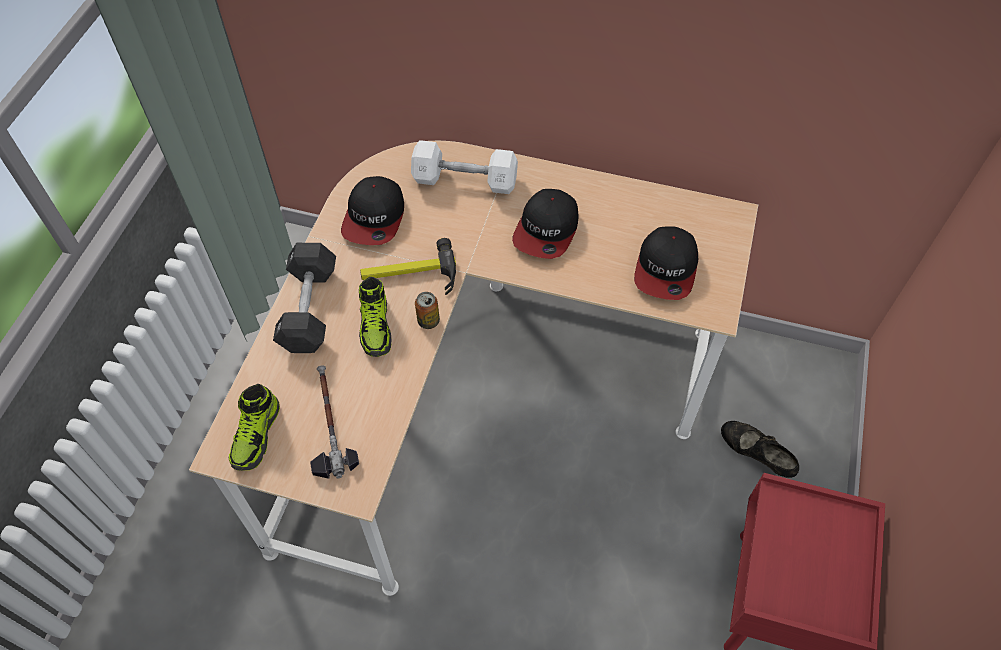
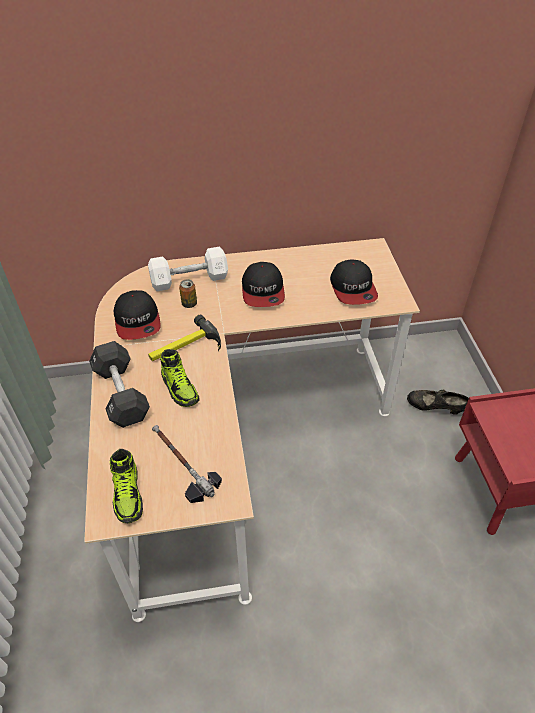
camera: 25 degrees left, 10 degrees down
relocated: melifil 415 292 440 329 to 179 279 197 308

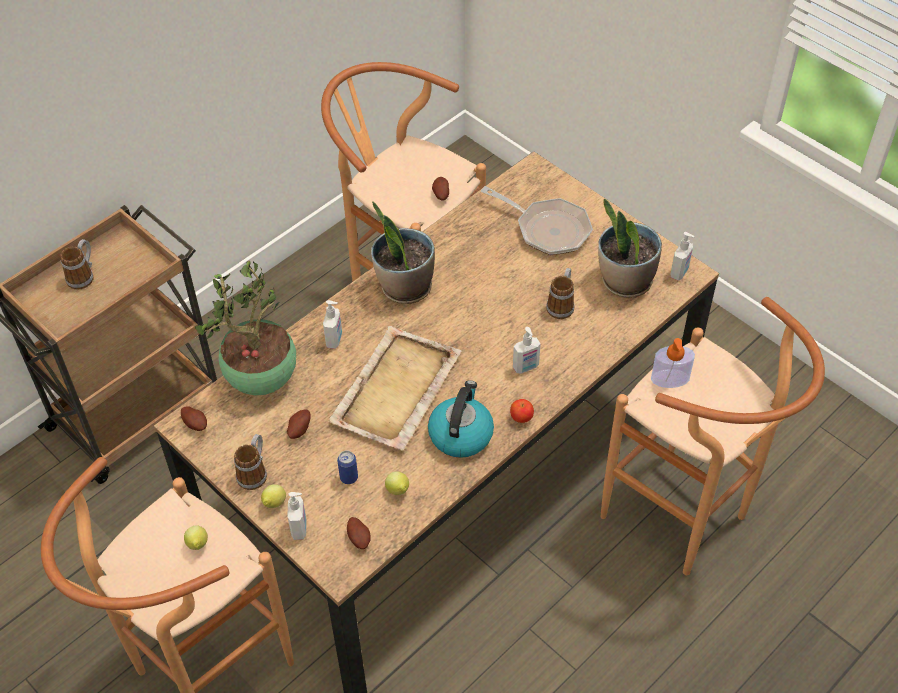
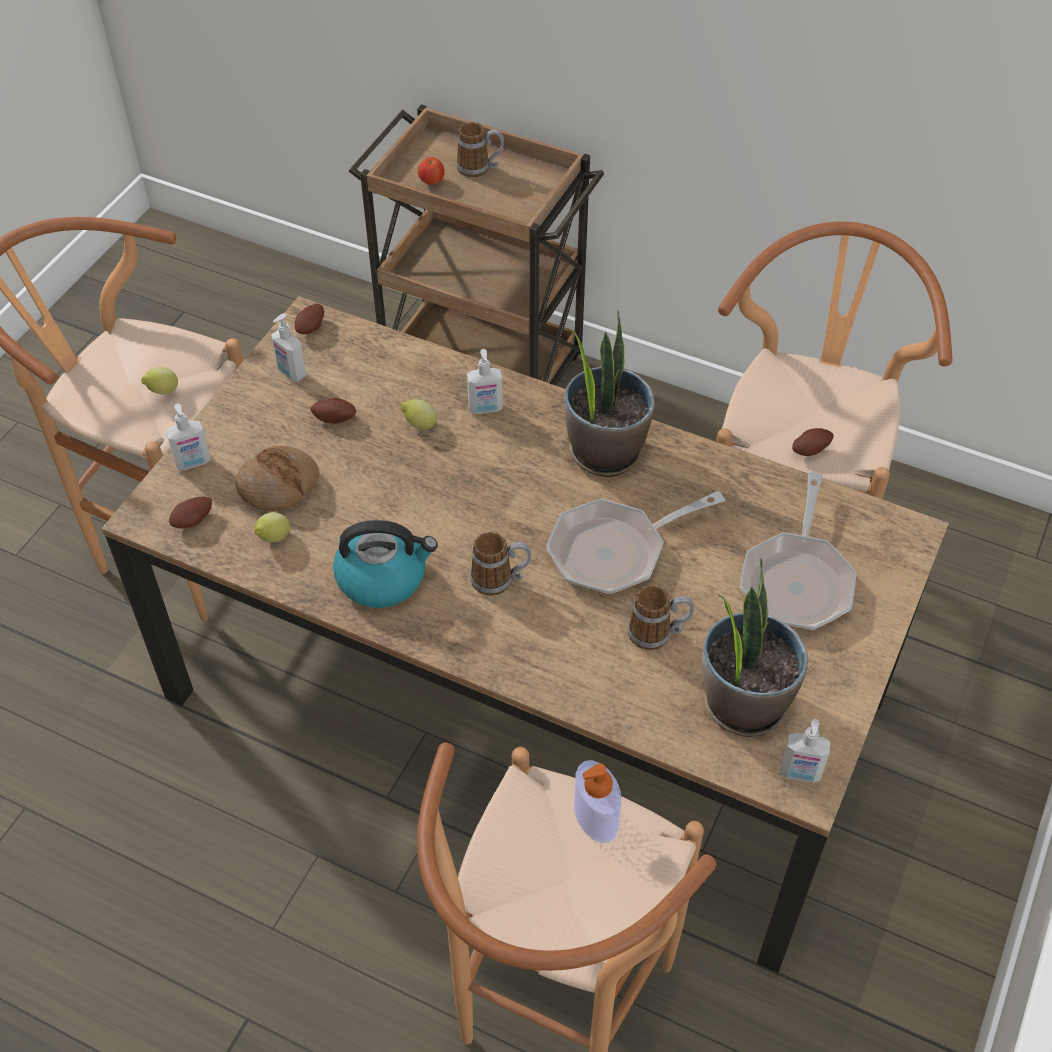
camera: 70 degrees right, 0 degrees up
missing: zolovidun 195 261 296 395; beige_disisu 328 326 461 450
appeared: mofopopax 546 491 725 594
relocated: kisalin 513 327 541 373 to 271 313 306 382; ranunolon 261 484 286 508 to 400 399 437 430; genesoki 510 399 534 423 to 418 157 445 185; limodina 234 434 267 490 to 470 532 531 596
exchanged: melifil 337 450 358 484 to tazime 235 446 319 511

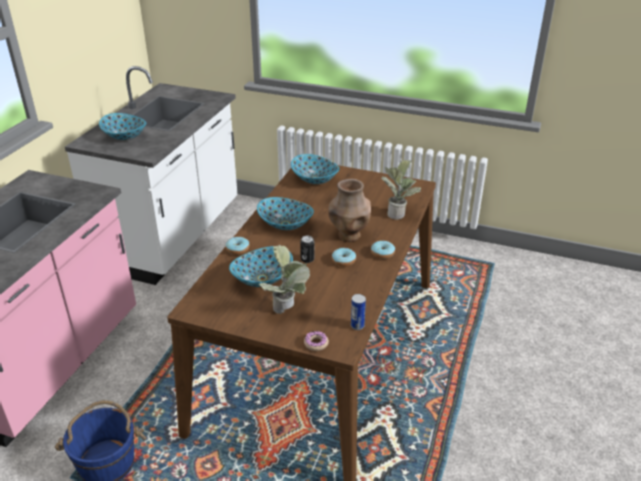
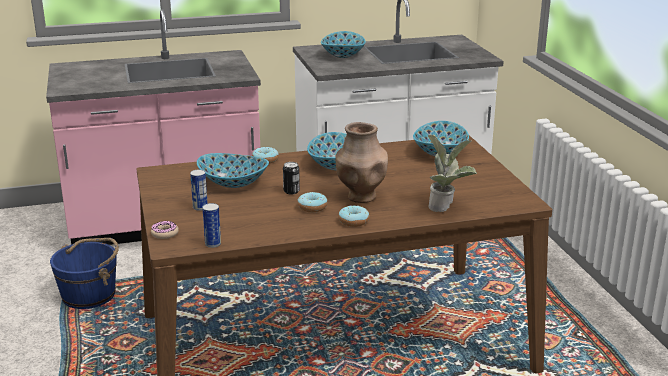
camera: 55 degrees right, 10 degrees down
exchanged: zolovidun 259 245 310 314 to melifil 190 170 208 211

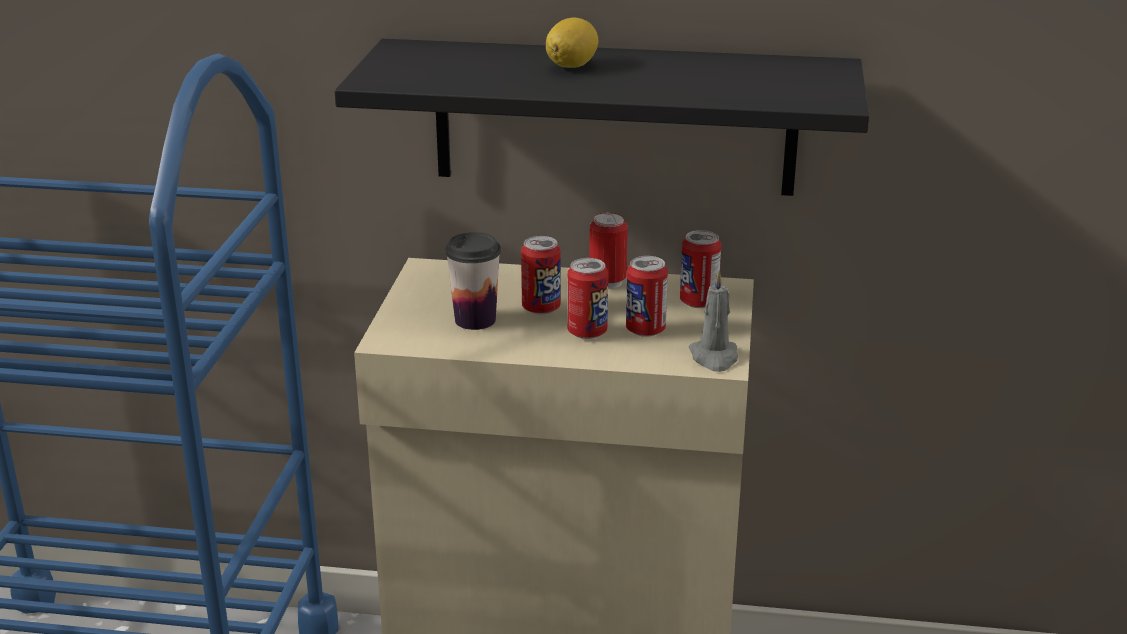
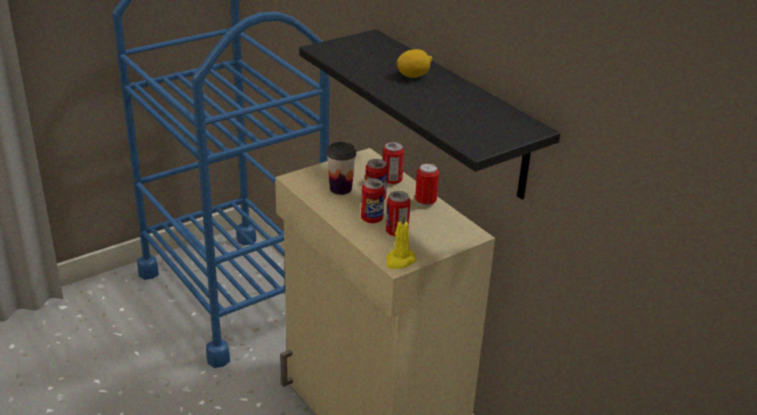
camera: 45 degrees right, 5 degrees up
relocated: melifil 680 230 721 308 to 383 142 404 184
colour: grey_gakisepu 689 270 738 372 to yellow_gakisepu 386 213 417 269

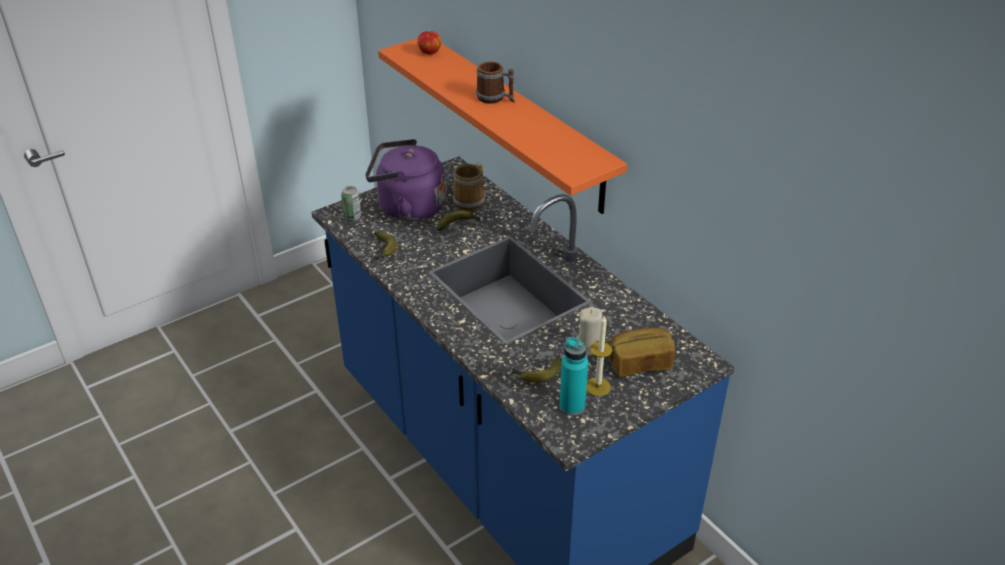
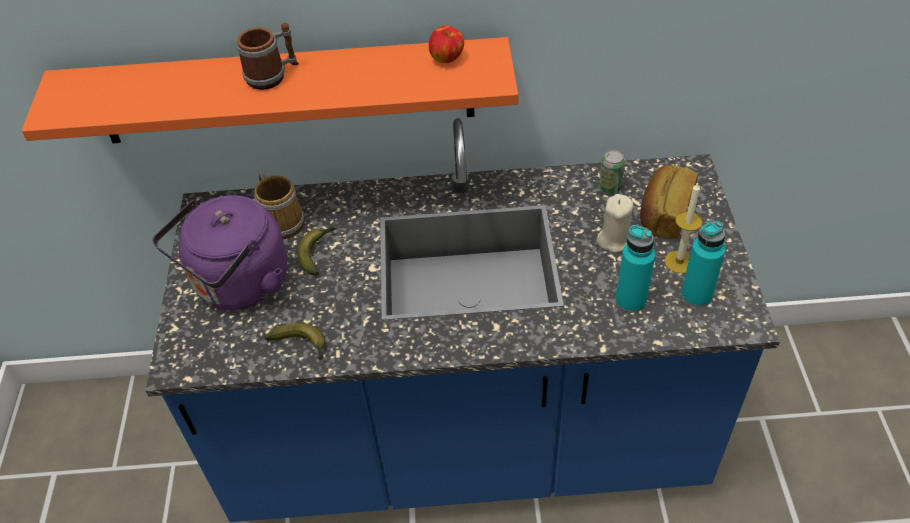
camera: 55 degrees left, 10 degrees up
relocated: genesoki 417 31 441 55 to 429 26 464 63; melifil 341 186 361 221 to 599 150 625 195
exchanged: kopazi 511 355 562 383 to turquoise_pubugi 615 225 656 313

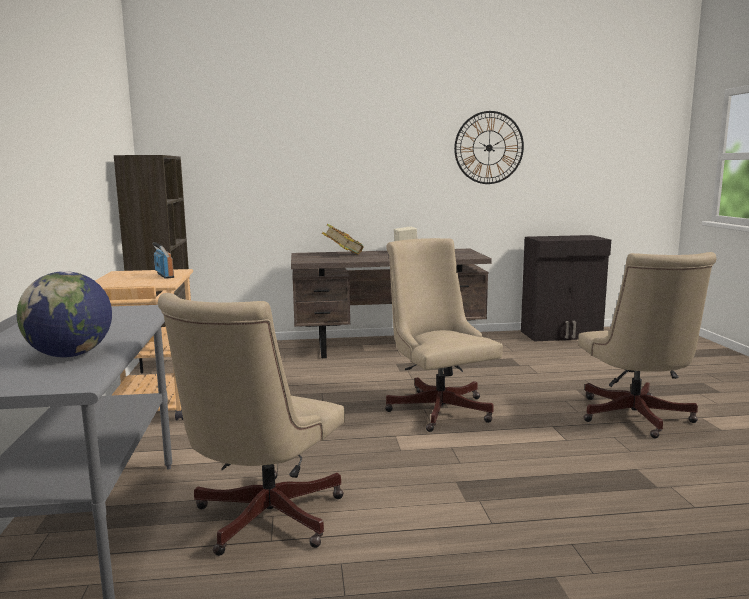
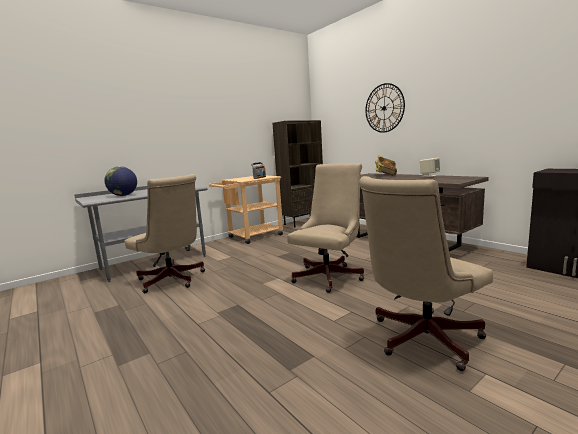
camera: 60 degrees right, 0 degrees up
relocated: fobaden 454 111 524 184 to 365 83 405 133
spun: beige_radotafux 158 293 345 556 = 125 174 205 293 135 degrees counterclockwise

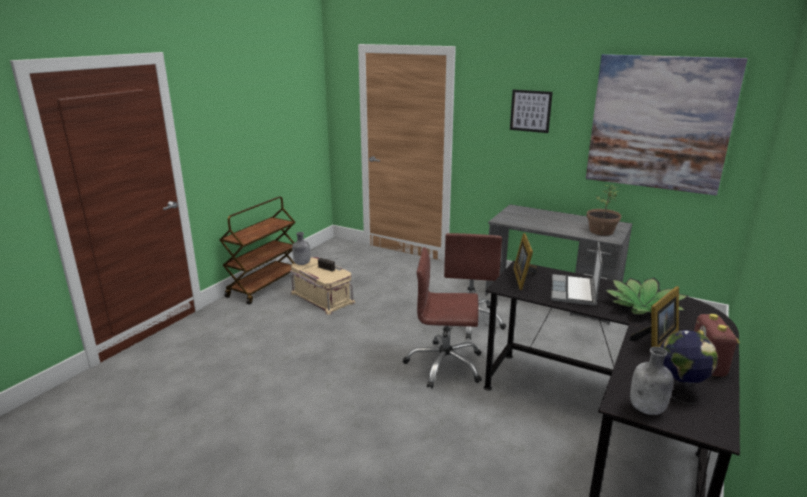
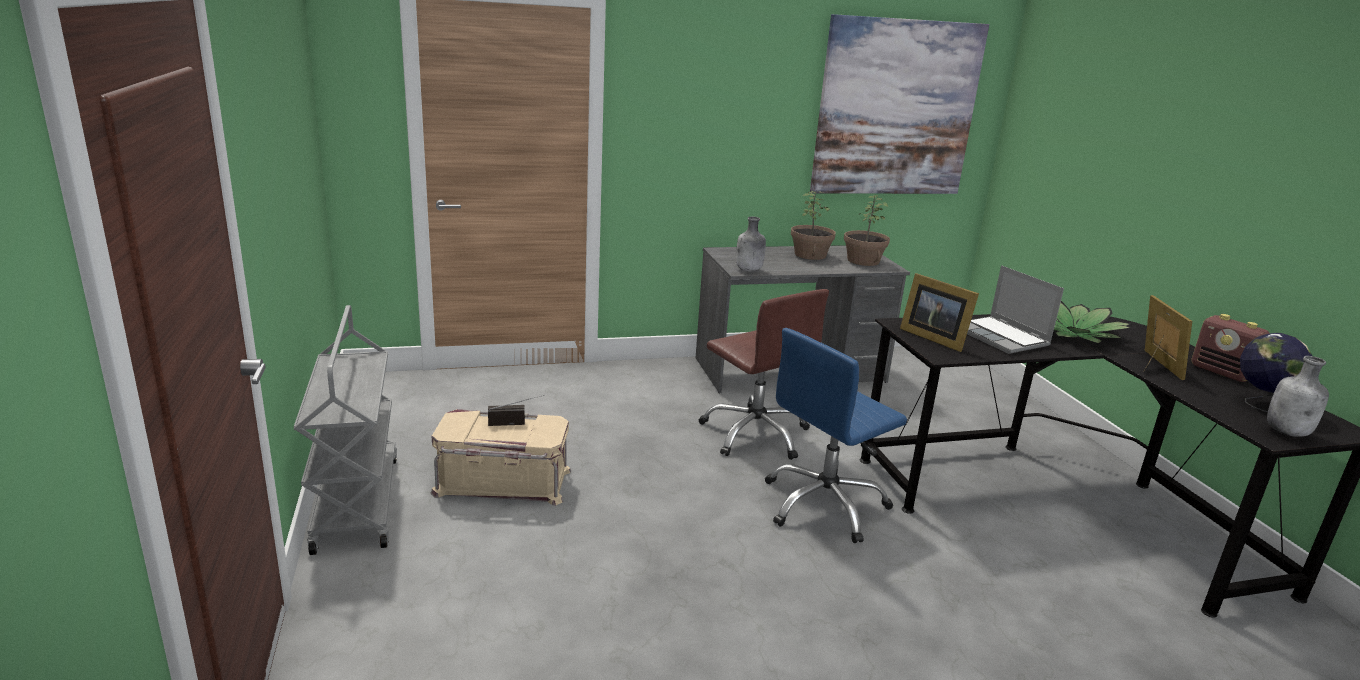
camera: 45 degrees left, 0 degrees up
missing: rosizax 510 90 553 133
appeared: zolovidun 791 190 836 260
relocated: grey_pubugi 292 232 311 265 to 736 217 766 271
colour: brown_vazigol 219 196 296 305 to grey_vazigol 294 305 397 555; brown_radotafux 403 247 482 389 to blue_radotafux 765 328 907 543

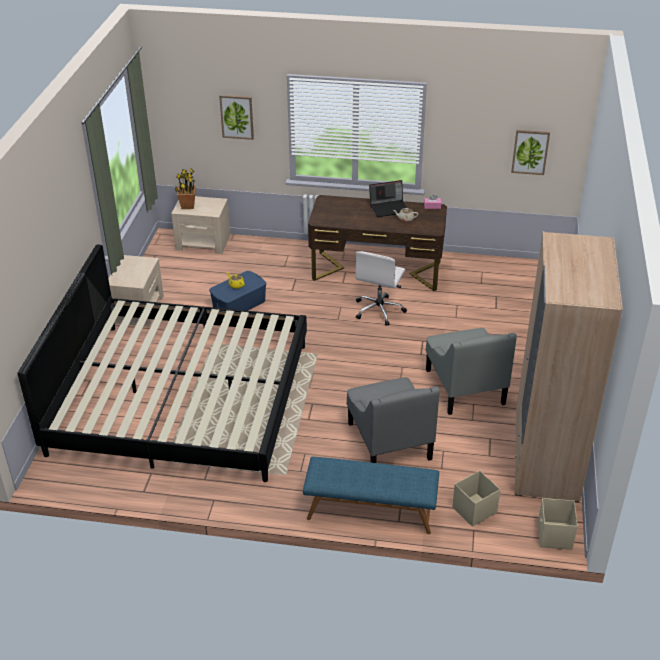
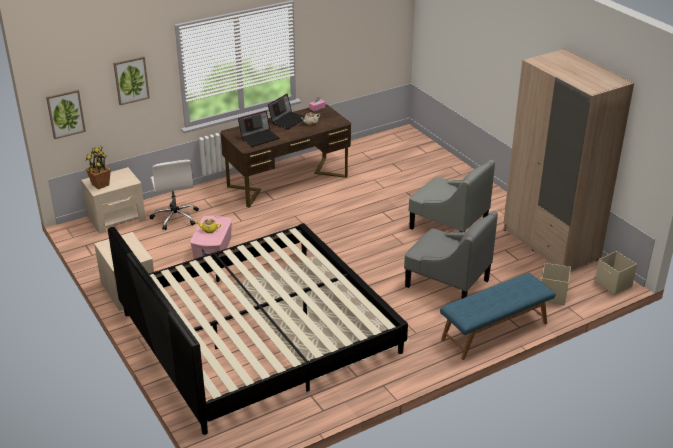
camera: 40 degrees left, 5 degrees down
appeared: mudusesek 238 111 279 147
relocated: rosizax 511 130 550 175 to 46 89 86 139; white_radotafux 356 251 407 326 to 150 160 199 230
colour: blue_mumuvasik 209 271 266 311 to pink_mumuvasik 190 216 232 259

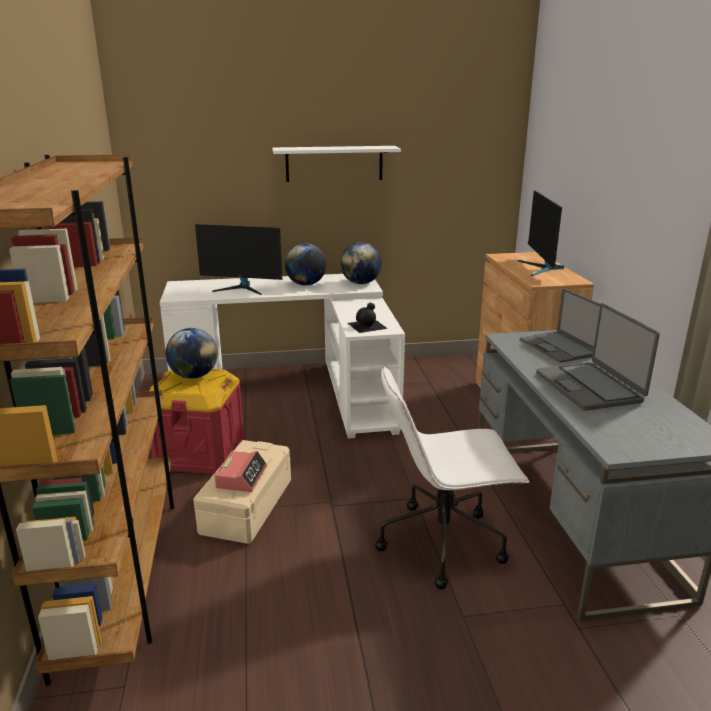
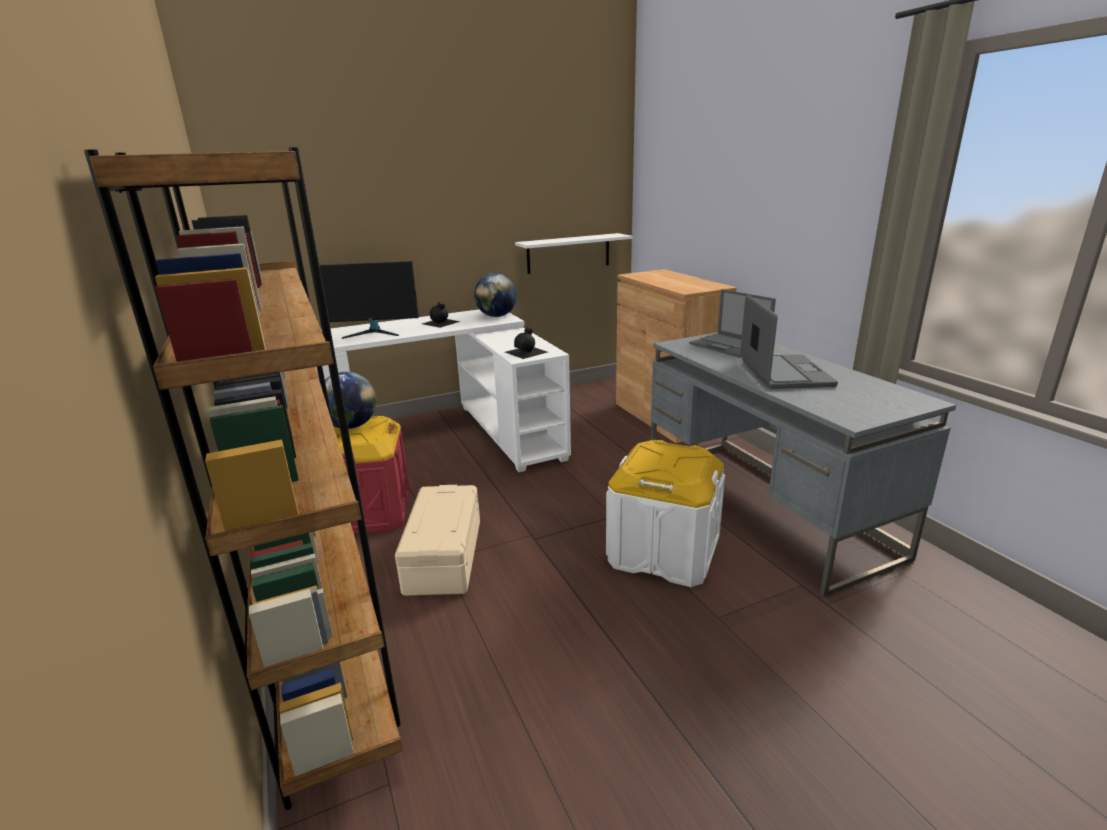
camera: 15 degrees left, 0 degrees up
missing: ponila 215 451 267 492; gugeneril 518 190 564 276
relocated: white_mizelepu 272 146 401 182 to 515 233 632 274
exchanged: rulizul 285 243 326 286 to black_pubugi 422 301 461 328; white_radotafux 375 366 530 589 to white_mumuvasik 606 440 725 587
spun: mudusesek 536 303 660 411 = 740 295 838 389 150 degrees counterclockwise

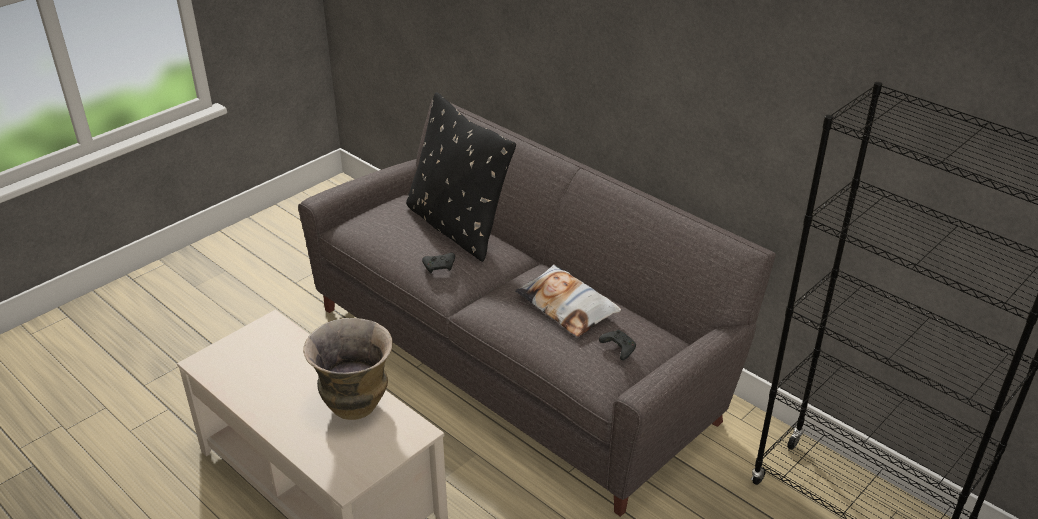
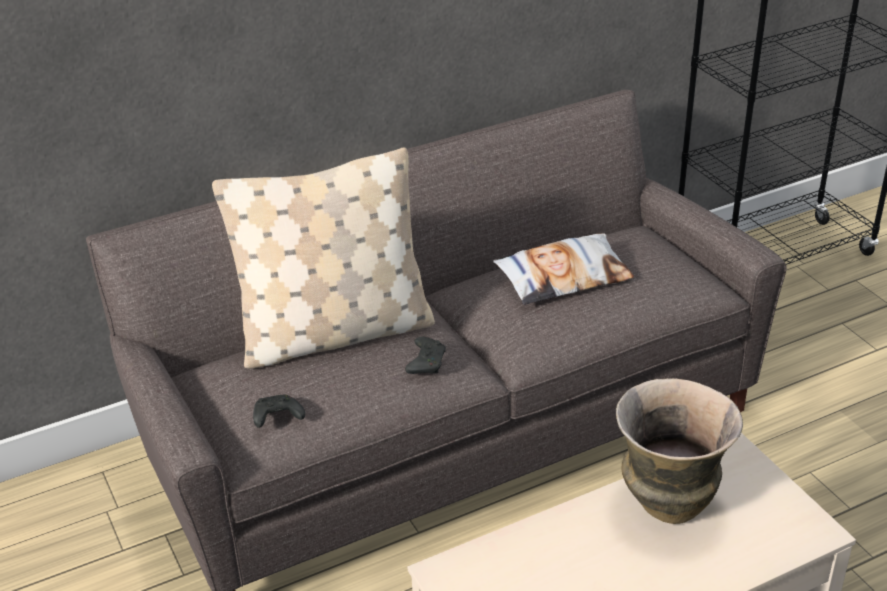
camera: 70 degrees left, 0 degrees up
relocated: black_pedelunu 599 330 636 360 to 253 395 305 428
colour: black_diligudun 406 92 516 262 to beige_diligudun 212 147 435 369

